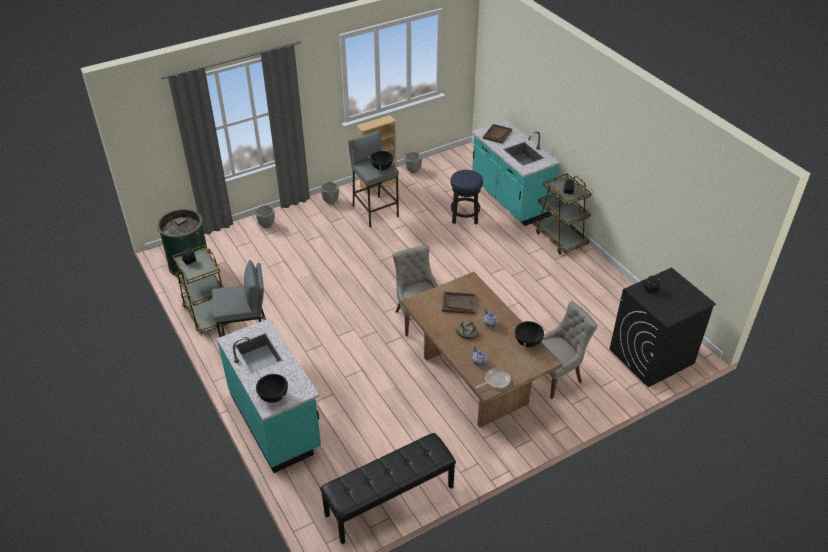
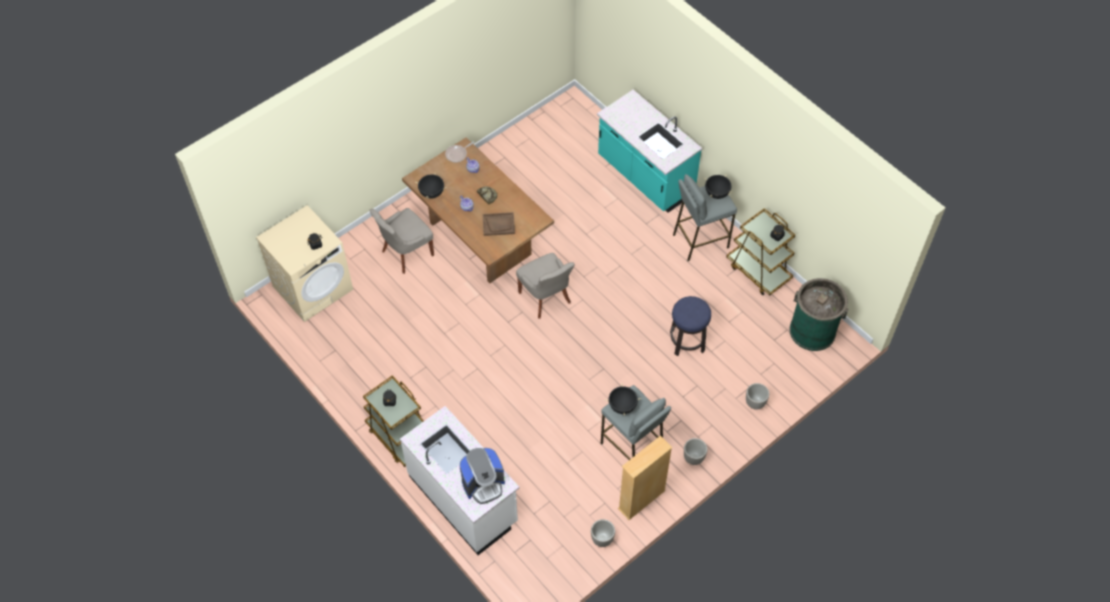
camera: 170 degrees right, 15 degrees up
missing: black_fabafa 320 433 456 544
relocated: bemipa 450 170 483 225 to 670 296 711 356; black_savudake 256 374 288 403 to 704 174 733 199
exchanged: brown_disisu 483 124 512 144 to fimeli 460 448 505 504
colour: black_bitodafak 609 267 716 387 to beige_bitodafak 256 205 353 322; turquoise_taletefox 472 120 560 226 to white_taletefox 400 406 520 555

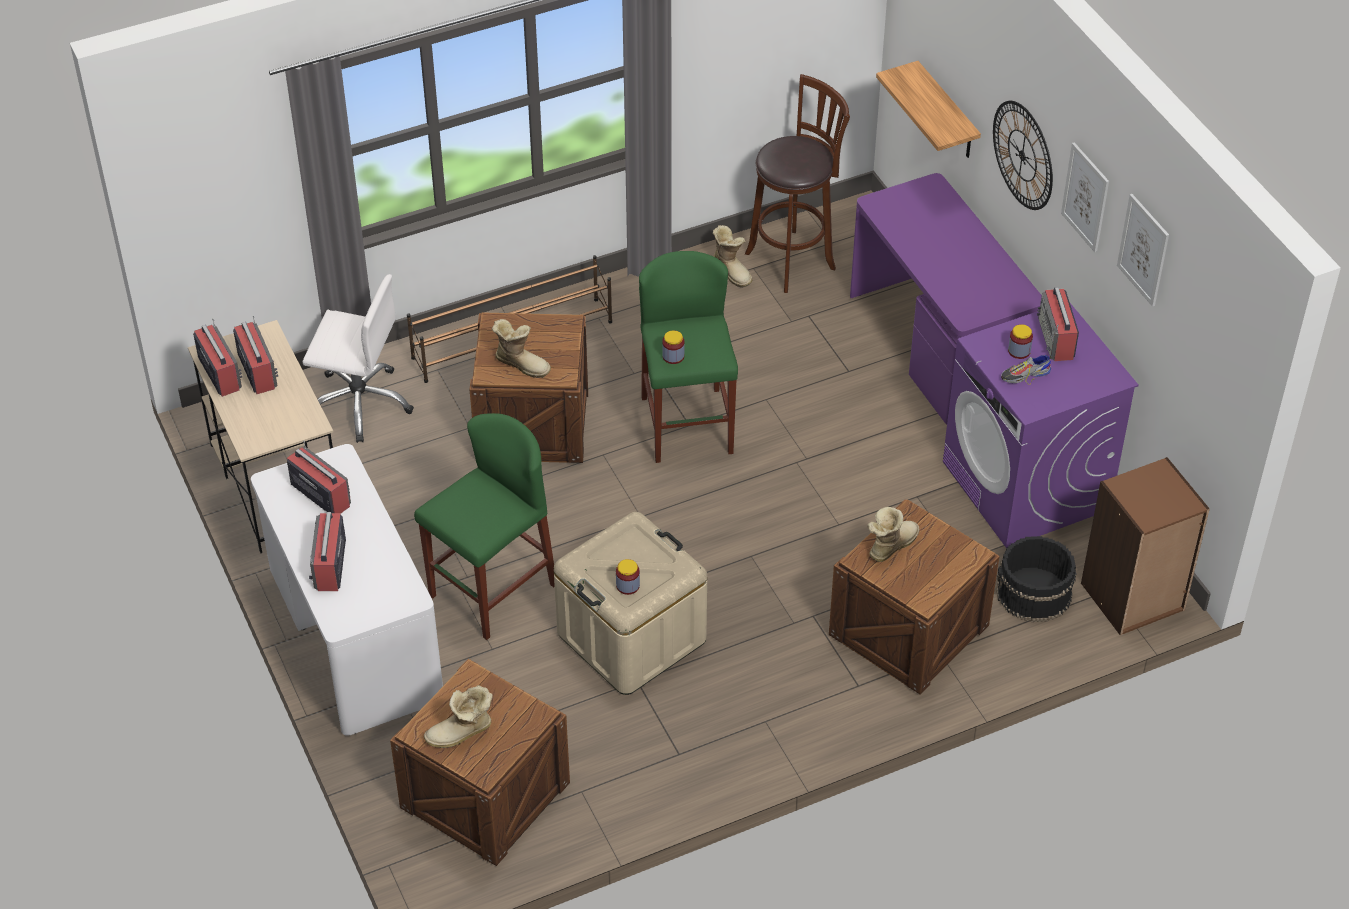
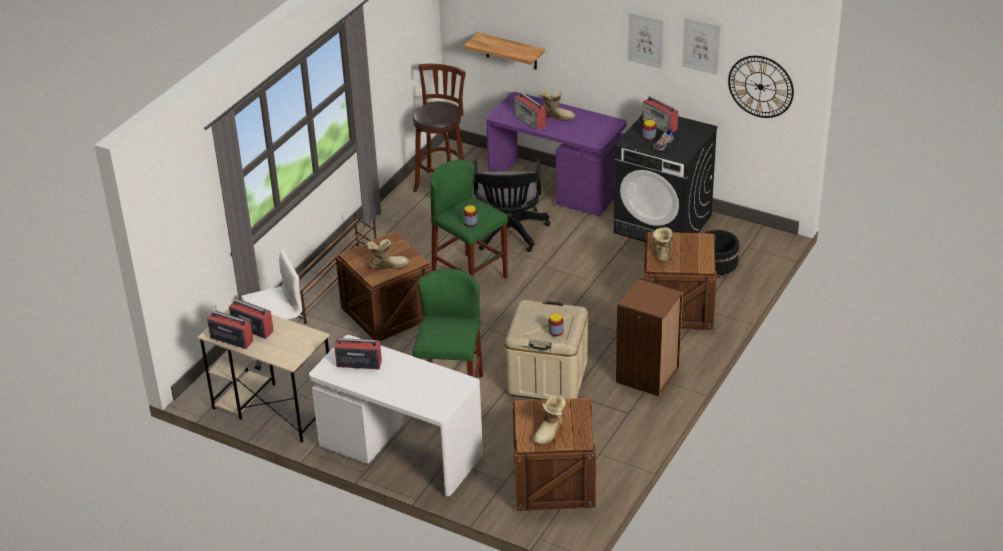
camera: 35 degrees left, 10 degrees down
appeared: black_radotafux 473 160 550 252
relocated: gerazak 309 512 346 591 to 514 93 546 130; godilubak 713 225 752 288 to 540 90 575 121; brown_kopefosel 1081 457 1210 635 to 616 278 683 397; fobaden 993 101 1053 210 to 728 56 794 118
colour: purple_bitodafak 943 303 1139 548 to black_bitodafak 614 114 718 242

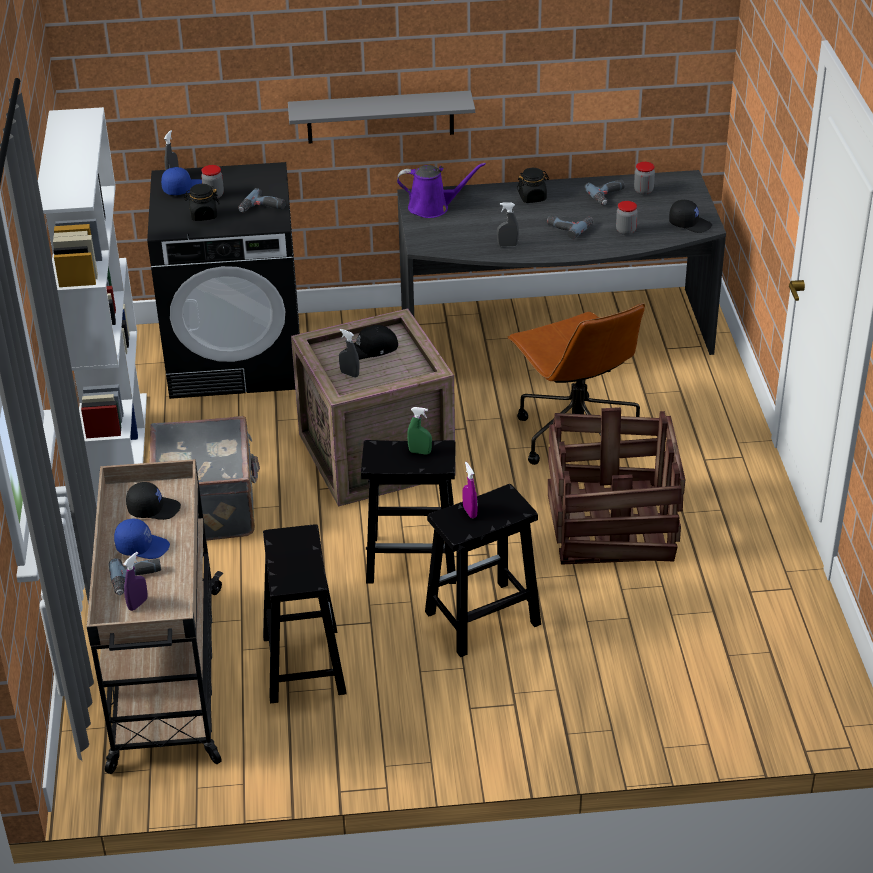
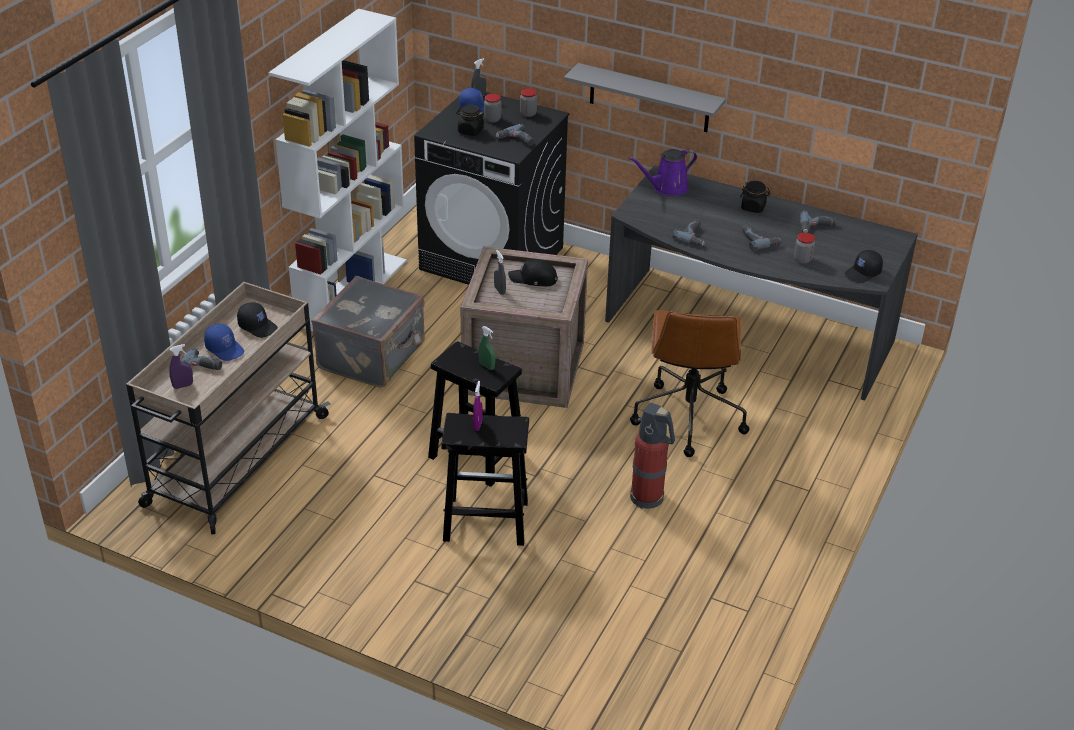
camera: 30 degrees right, 0 degrees up
missing: black_bemipa 263 524 347 703
relocated: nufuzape 634 162 655 195 to 520 88 537 117
exchanged: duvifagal 548 407 686 565 to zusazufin 630 403 675 509; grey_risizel 497 203 519 247 to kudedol 672 219 705 246
spun: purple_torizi 397 163 486 218 = 629 149 697 195 120 degrees clockwise; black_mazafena 669 200 712 233 = 844 250 883 283 90 degrees clockwise

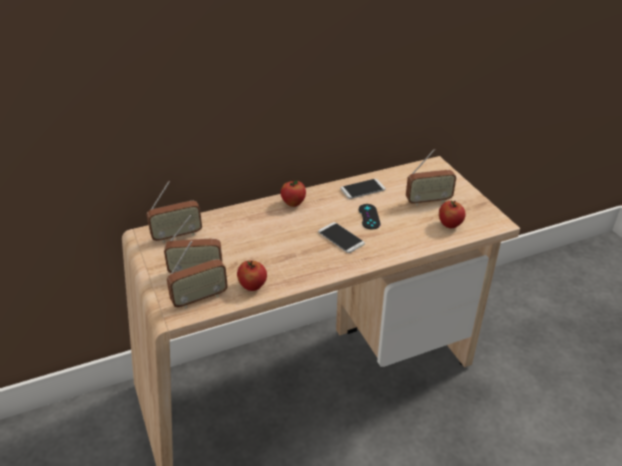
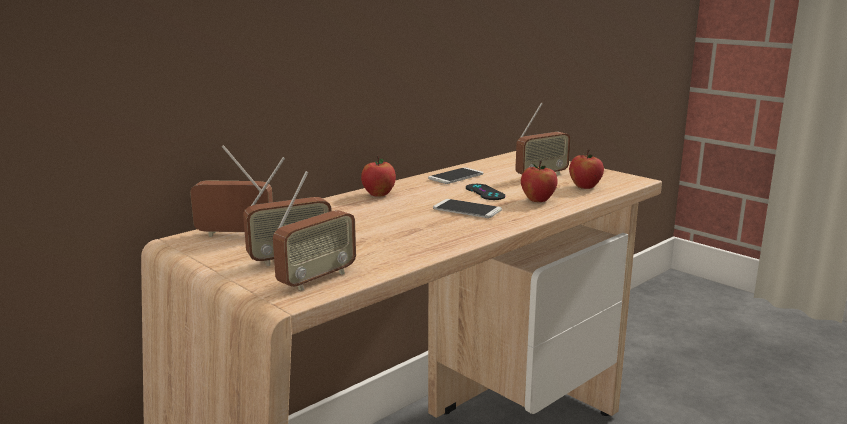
camera: 20 degrees left, 20 degrees down
relocated: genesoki 237 260 267 291 to 521 160 558 202
spun: gerazak 147 181 202 243 = 190 145 273 237 135 degrees counterclockwise

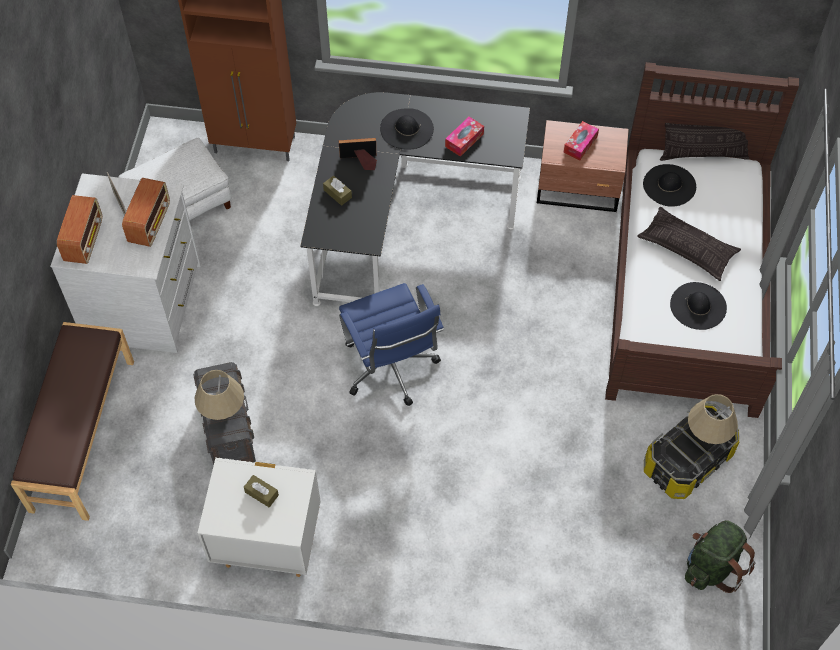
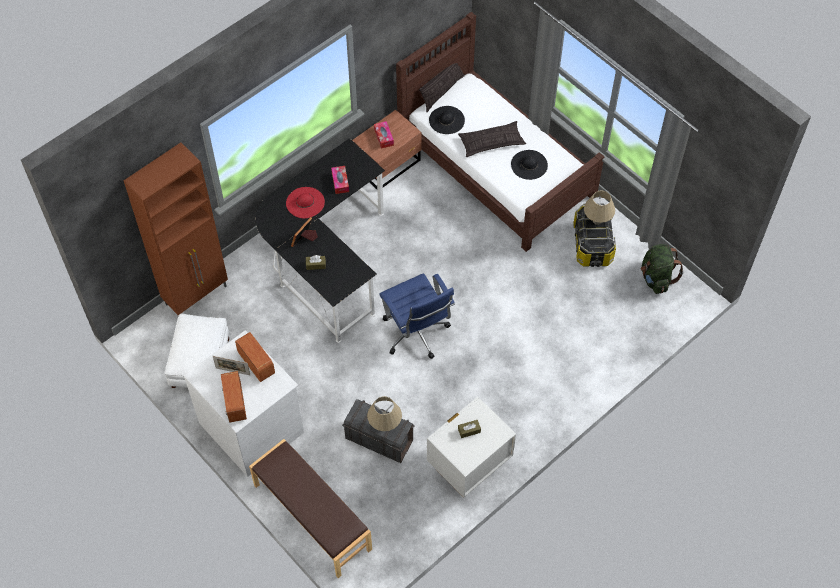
camera: 50 degrees left, 0 degrees up
colour: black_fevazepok 380 108 434 150 to red_fevazepok 286 187 325 218
spun: gerazak 57 195 102 264 = 221 371 247 423 150 degrees counterclockwise; blue_radotafux 339 283 444 406 = 379 274 455 359 45 degrees clockwise

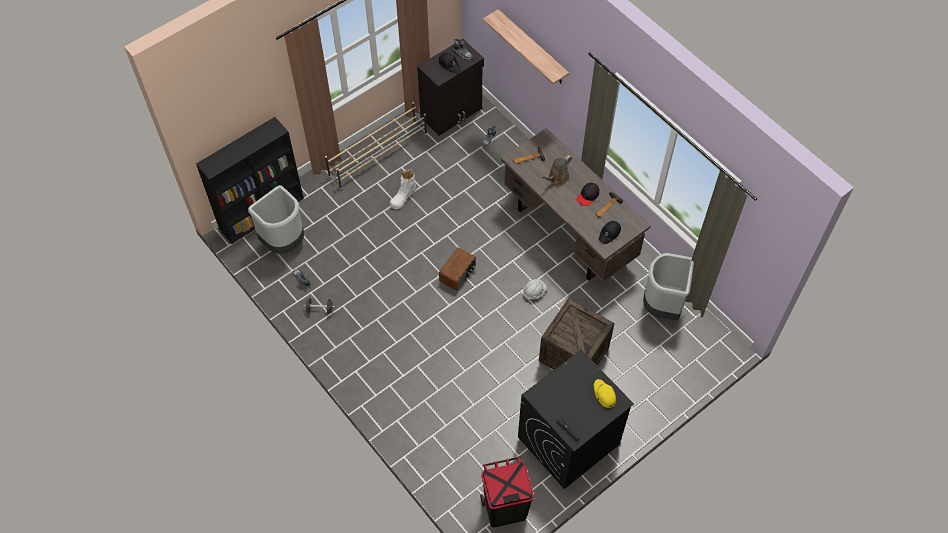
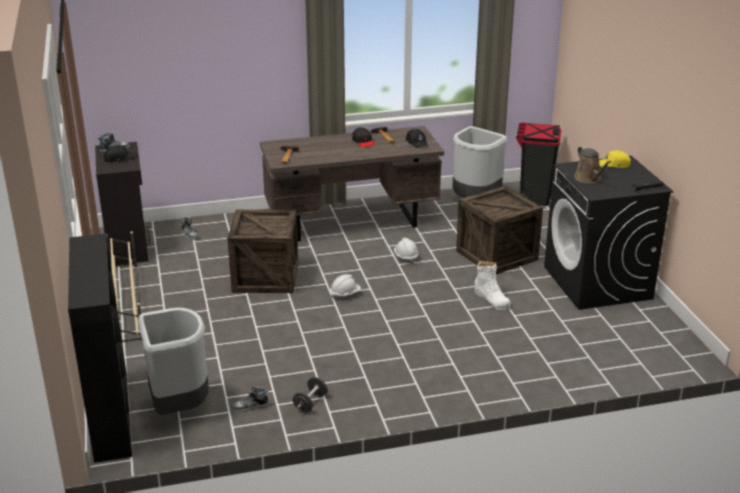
camera: 65 degrees left, 30 degrees down
missing: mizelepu 483 9 569 84
appeared: duvifagal 227 210 298 293
relocated: white_godilubak 390 169 416 209 to 475 261 511 310; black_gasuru 480 456 534 527 to 516 122 562 206; brown_torizi 539 155 572 185 to 574 146 612 183
exchanged: gerazak 439 247 476 291 to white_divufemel 330 274 361 299

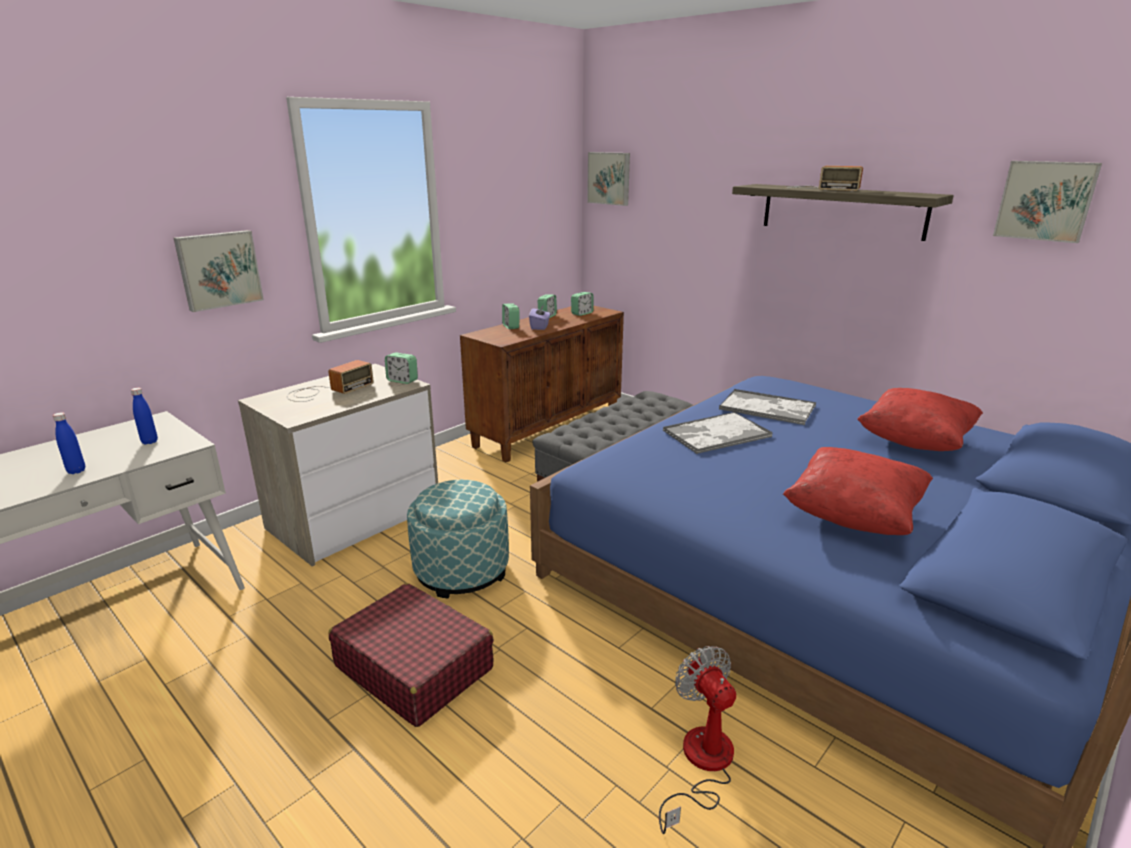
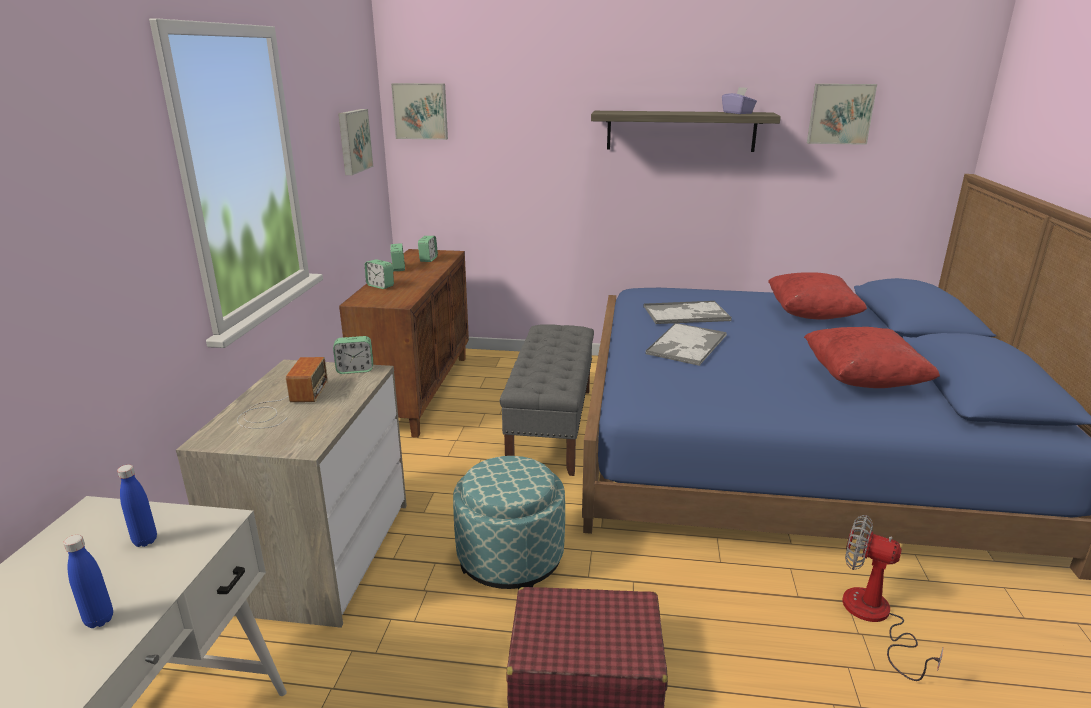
camera: 35 degrees left, 0 degrees up
missing: gerazak 786 166 863 191
relocated: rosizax 174 230 264 312 to 338 109 373 175; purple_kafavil 529 305 550 330 to 722 87 757 114

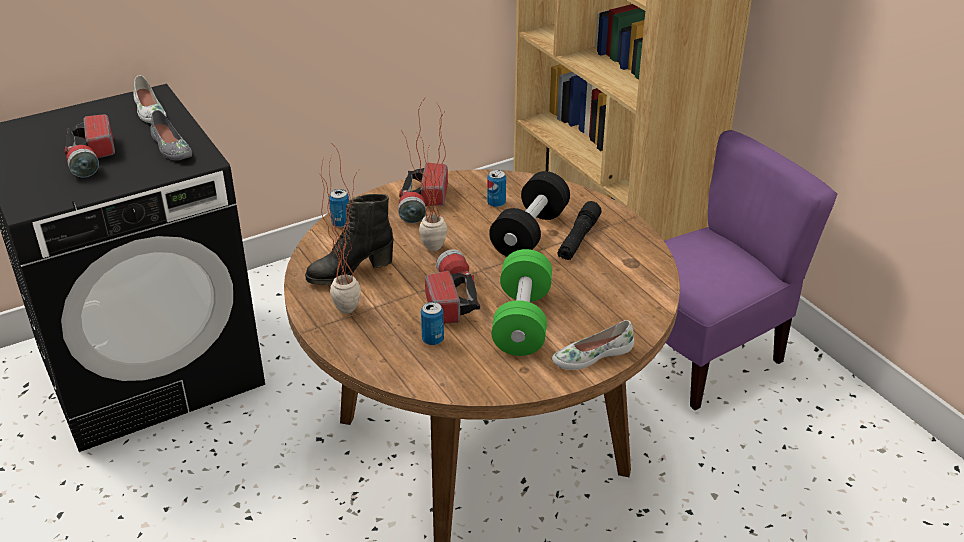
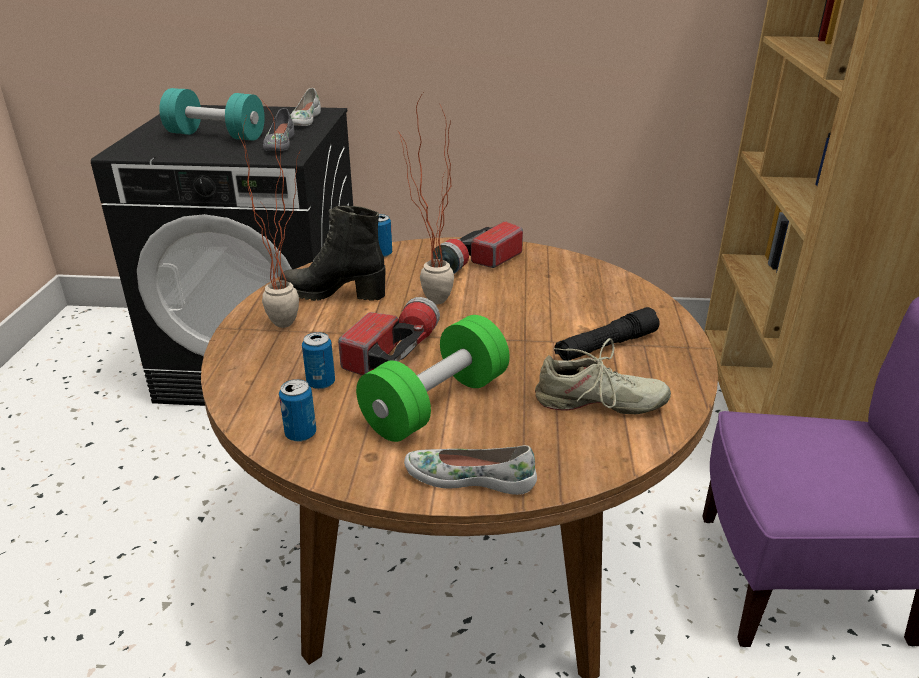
camera: 35 degrees right, 5 degrees down
missing: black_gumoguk 489 171 570 257
appeared: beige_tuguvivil 535 338 671 414
relocated: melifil 487 170 506 207 to 279 379 316 442
exchanged: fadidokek 64 114 115 178 to turquoise_gumoguk 159 88 265 141

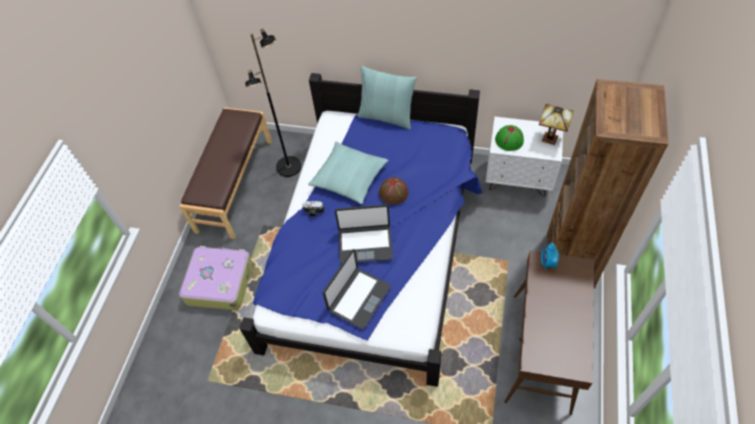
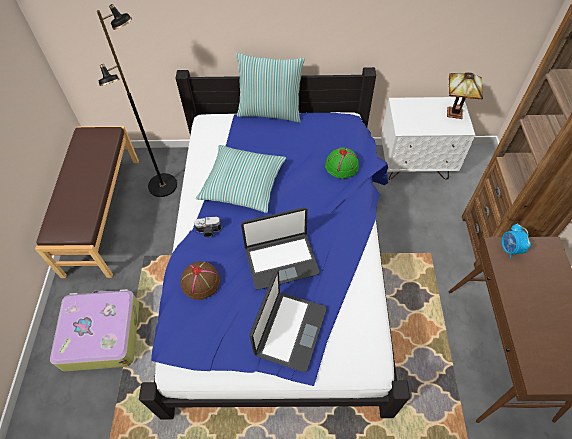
camera: 15 degrees left, 0 degrees up
relocated: brown_fevazepok 379 177 408 205 to 180 261 220 300; green_fevazepok 495 125 524 151 to 325 147 359 179

